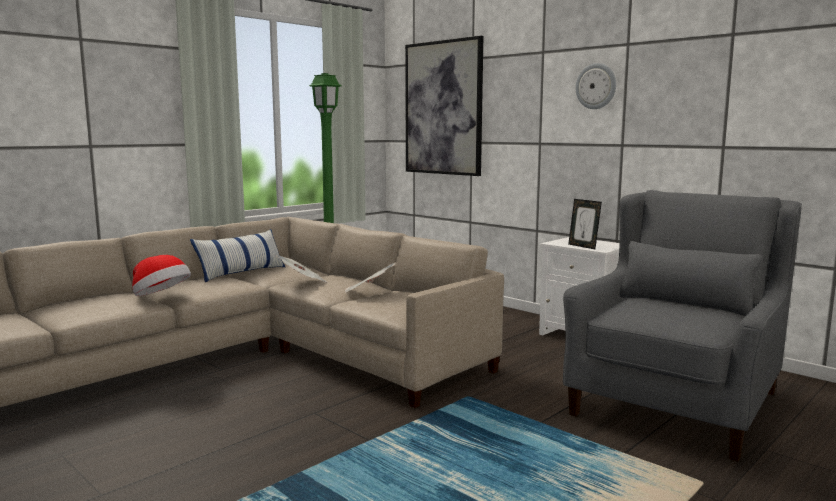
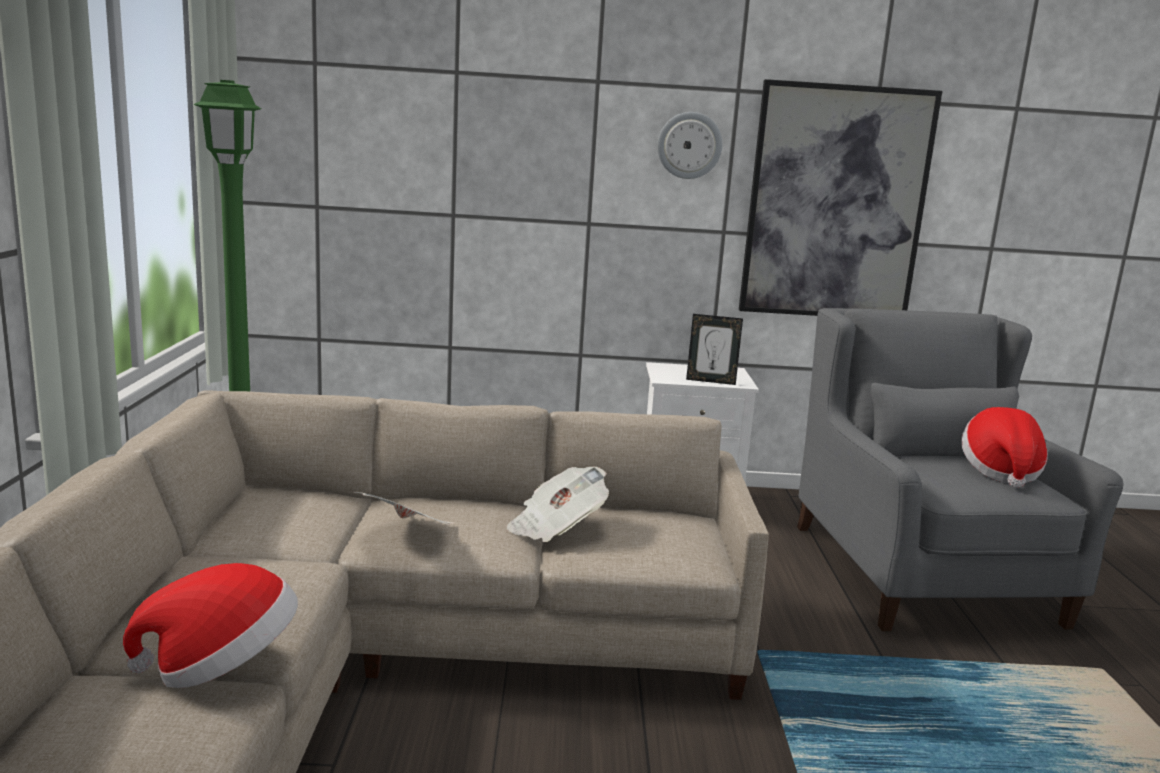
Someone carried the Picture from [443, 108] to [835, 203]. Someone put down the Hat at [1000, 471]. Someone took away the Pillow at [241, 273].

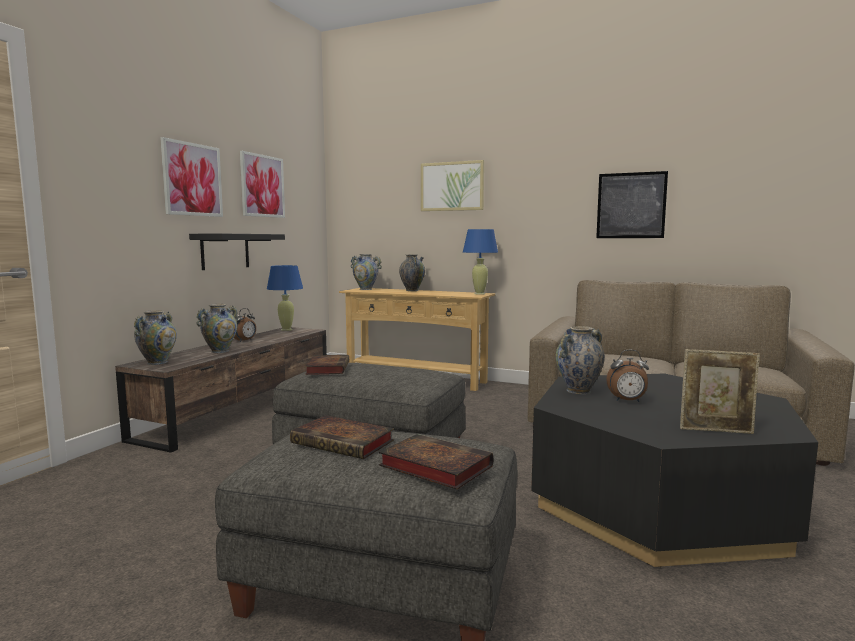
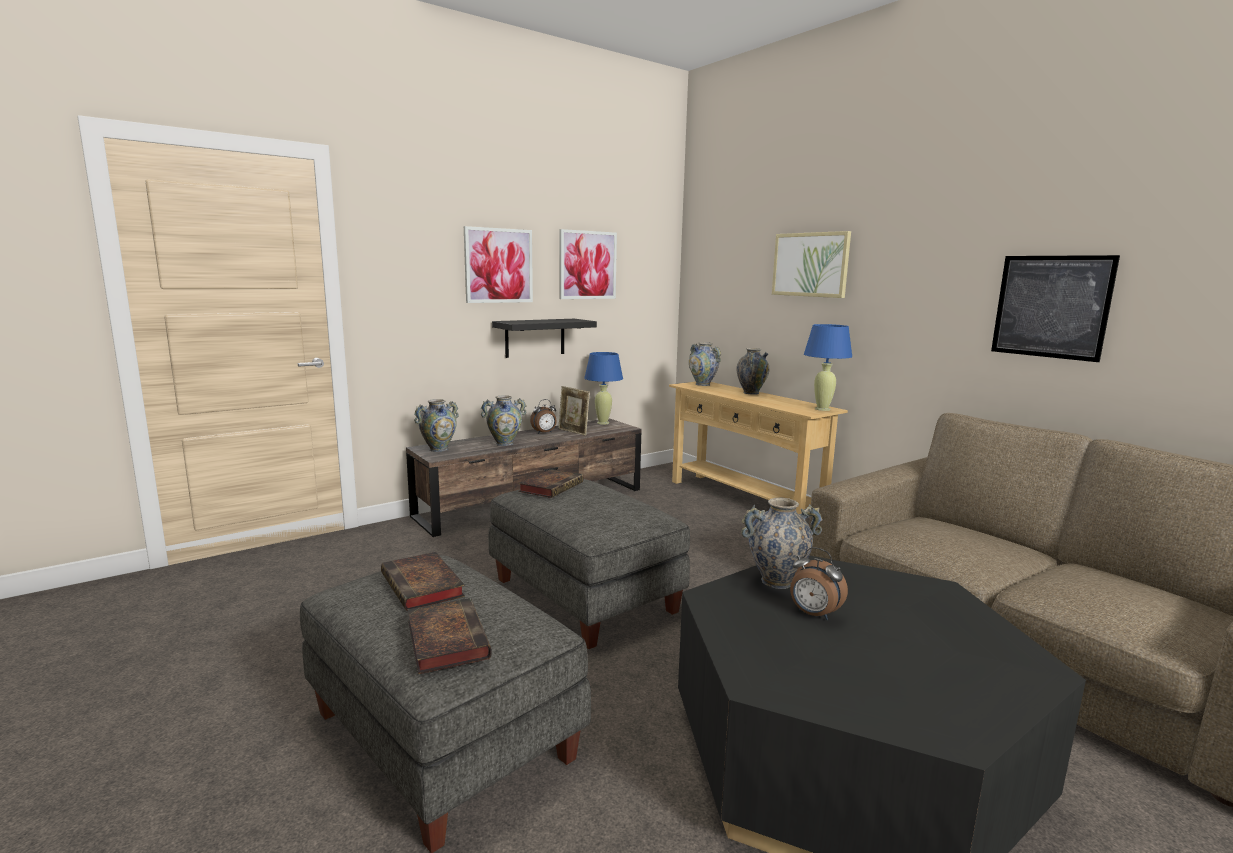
Someone carried the PictureFrame from [716, 430] to [573, 432].

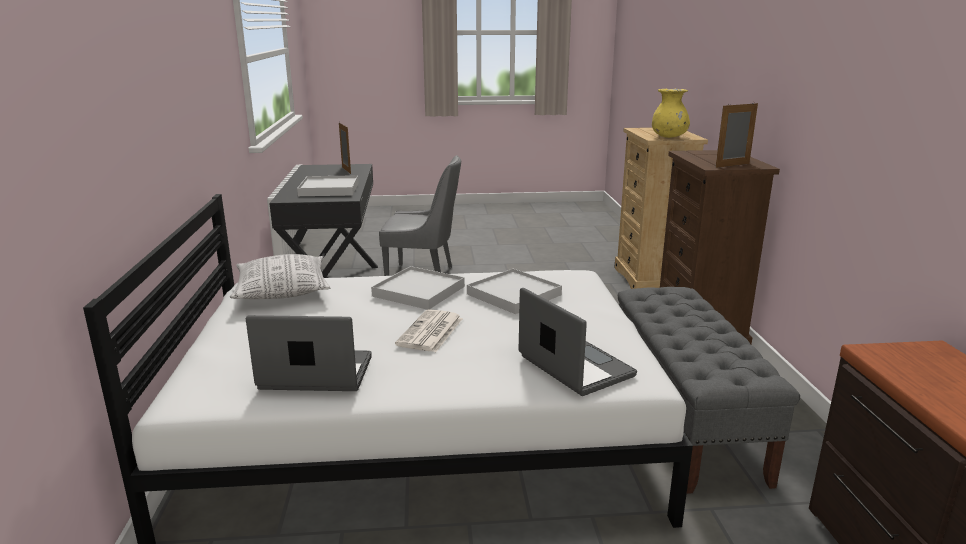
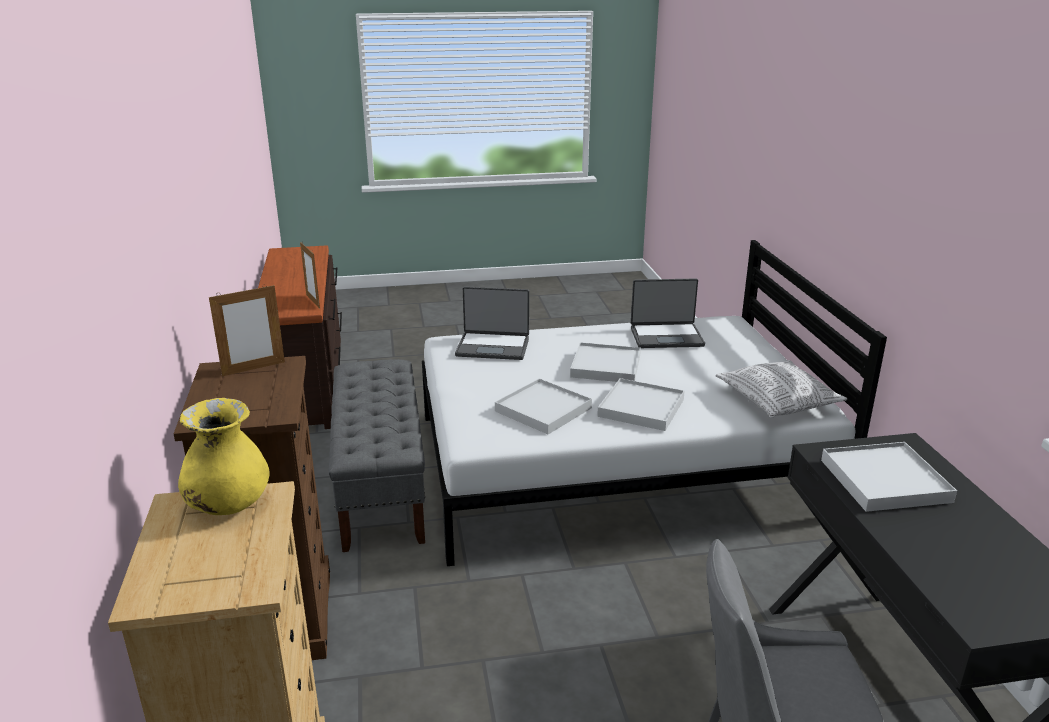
Someone carried the PictureFrame from [346, 170] to [313, 301]. Someone rotated the Laptop at [573, 367] by 45 degrees counterclockwise. Someone swapped the Newspaper at [430, 332] for the WhiteTray at [605, 366].

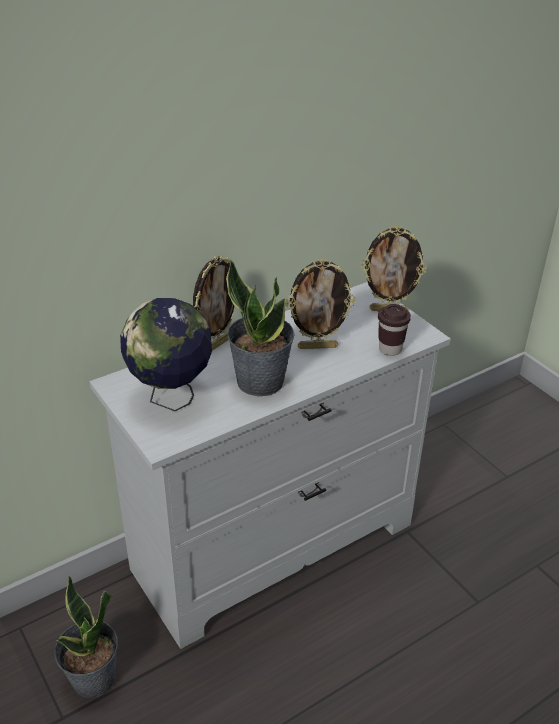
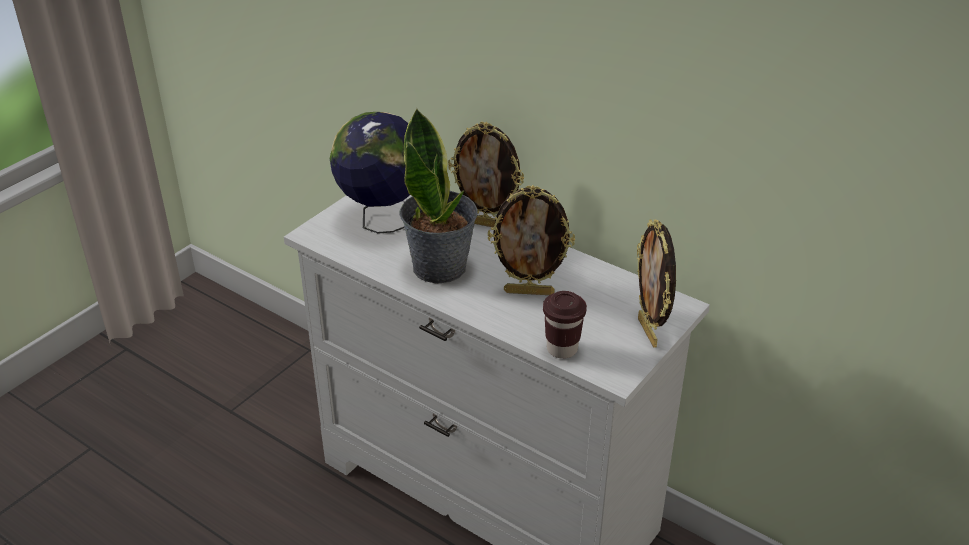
Someone rotated the PictureFrame at [317, 346] by 60 degrees counterclockwise. Someone took away the PottedPlant at [93, 679].

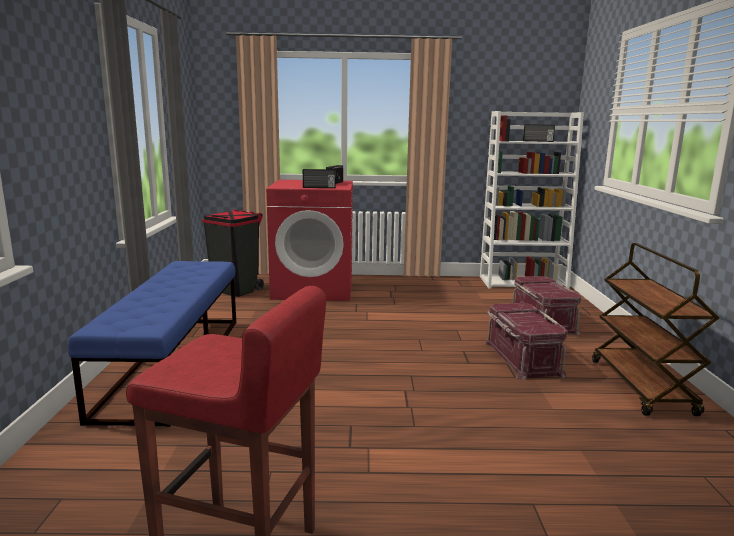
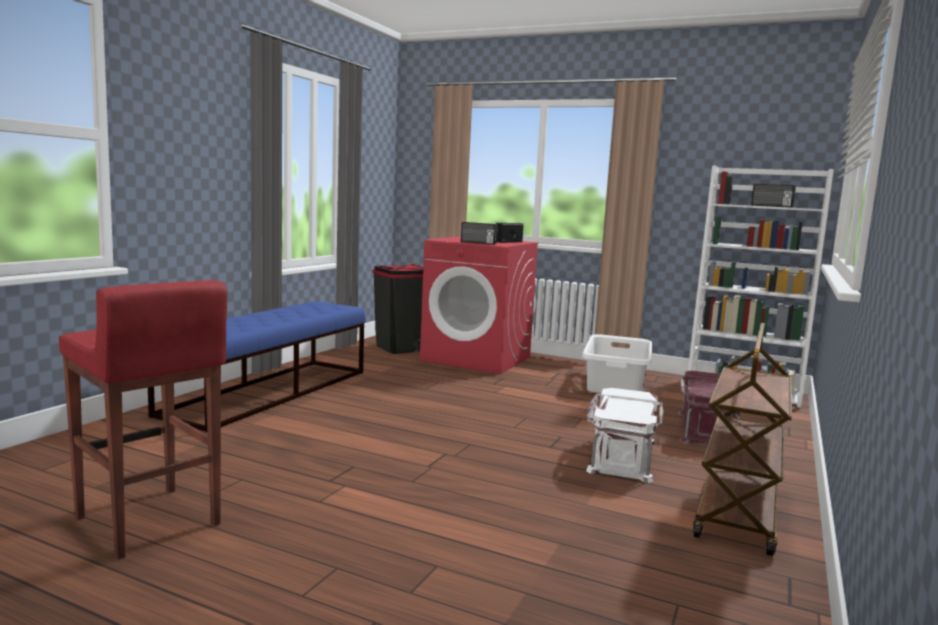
Someone put down the WhiteLaundryBasket at [616, 384]. Someone repainted the RedStorageBox at [521, 358], which became the WhiteStorageBox at [620, 456].

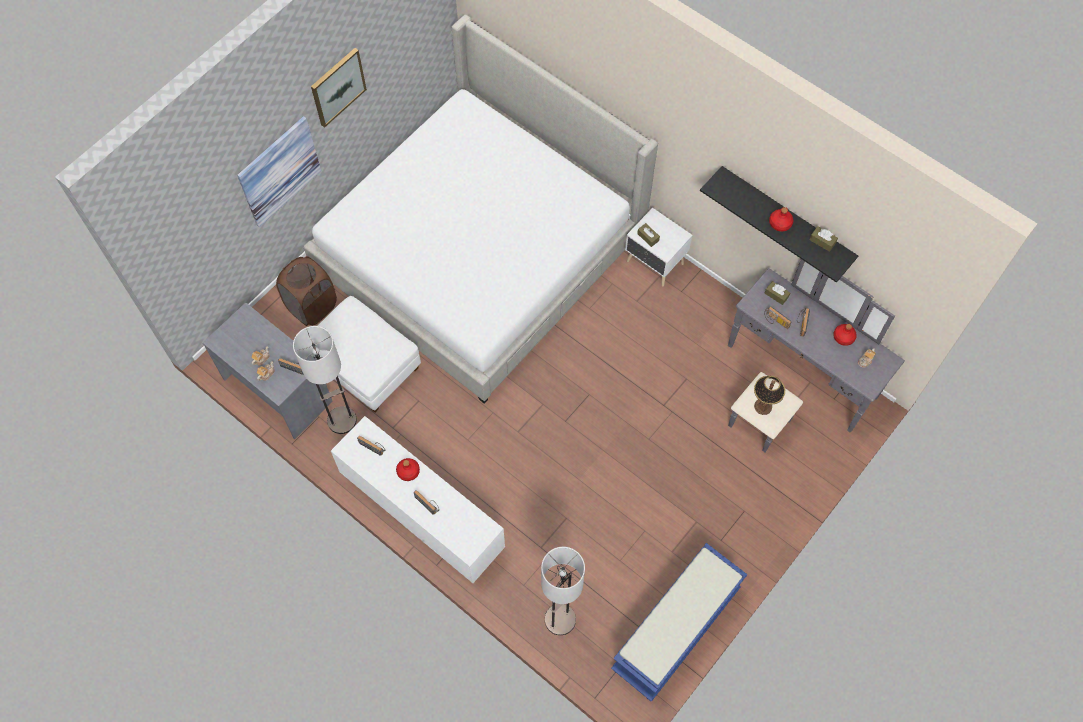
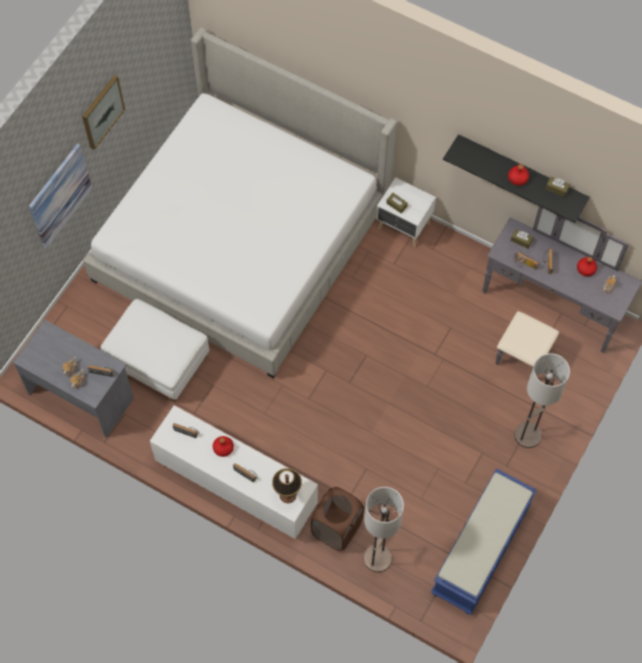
Someone carried the TableLamp from [762, 406] to [287, 495]. Someone carried the BrownLaundryBasket from [312, 306] to [336, 528]. Someone carried the FloorLamp from [342, 420] to [527, 435].

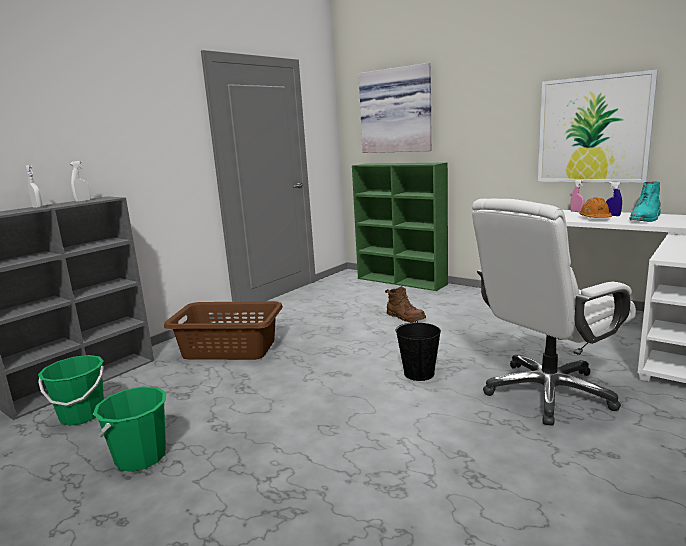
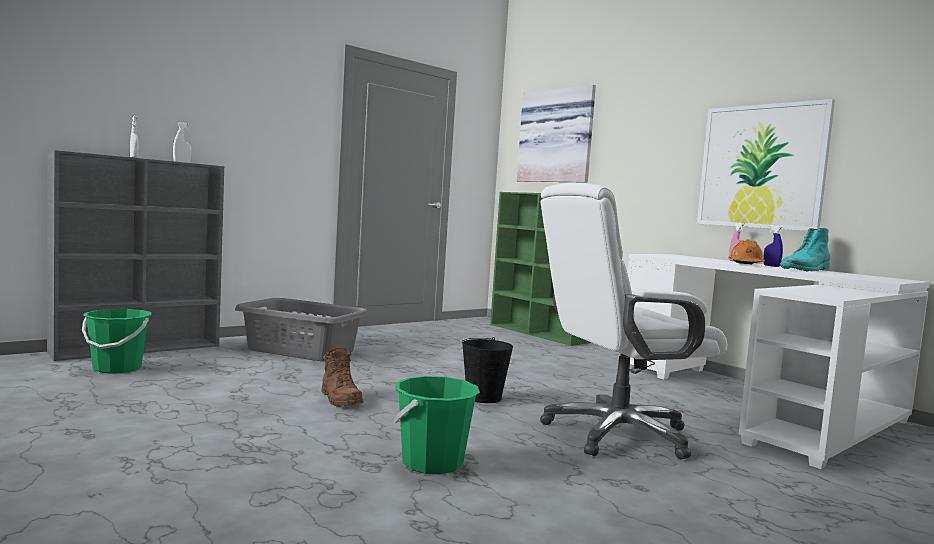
Someone repainted the BrownLaundryBasket at [229, 348], which became the GreyLaundryBasket at [301, 350]. Someone carried the BrownBoot from [405, 317] to [340, 399]. Someone carried the GreenBucket from [141, 457] to [432, 463].

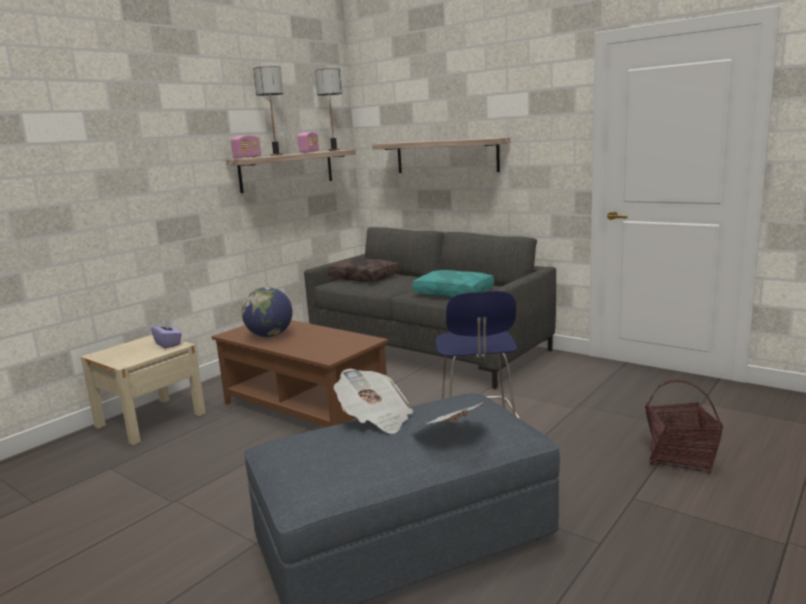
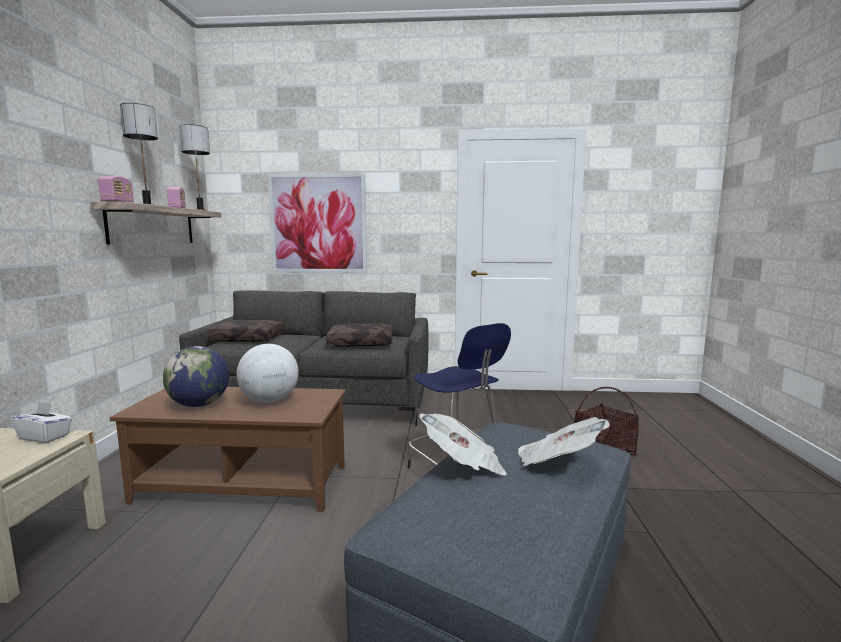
Someone repainted the PurpleTissueBox at [168, 344], which became the WhiteTissueBox at [45, 437]. Someone put down the Globe at [269, 401]. Someone swapped the Shelf at [446, 156] for the Picture at [318, 224]. Someone repainted the TurquoisePillow at [454, 292], which became the BrownPillow at [361, 343].

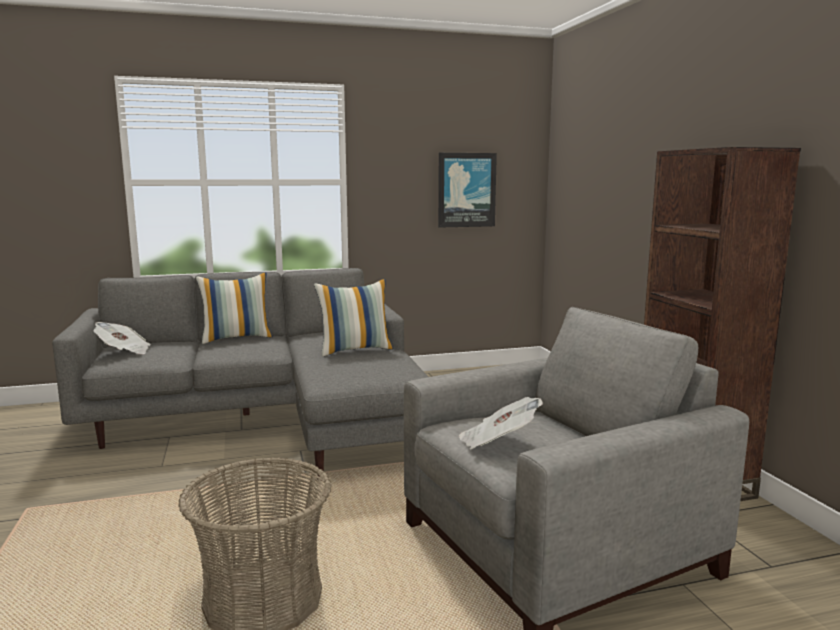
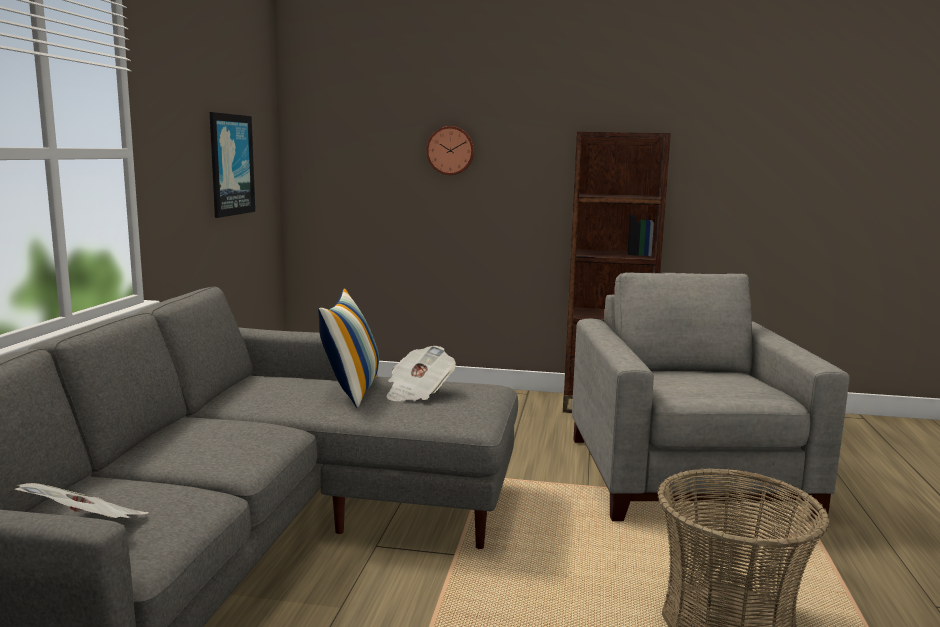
Someone carried the Newspaper from [497, 443] to [418, 392]. Someone put up the WallClock at [450, 150]. Someone took away the Pillow at [237, 338].

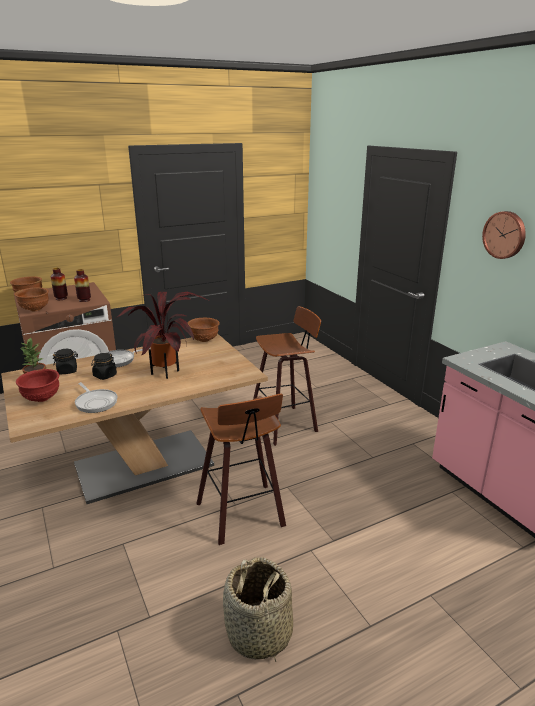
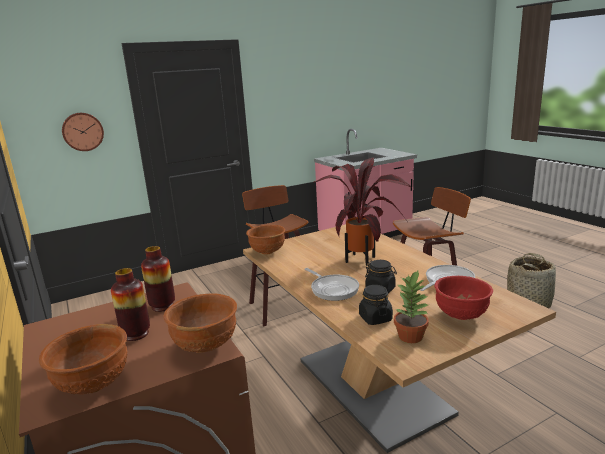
Someone carried the WallClock from [505, 235] to [82, 131].

